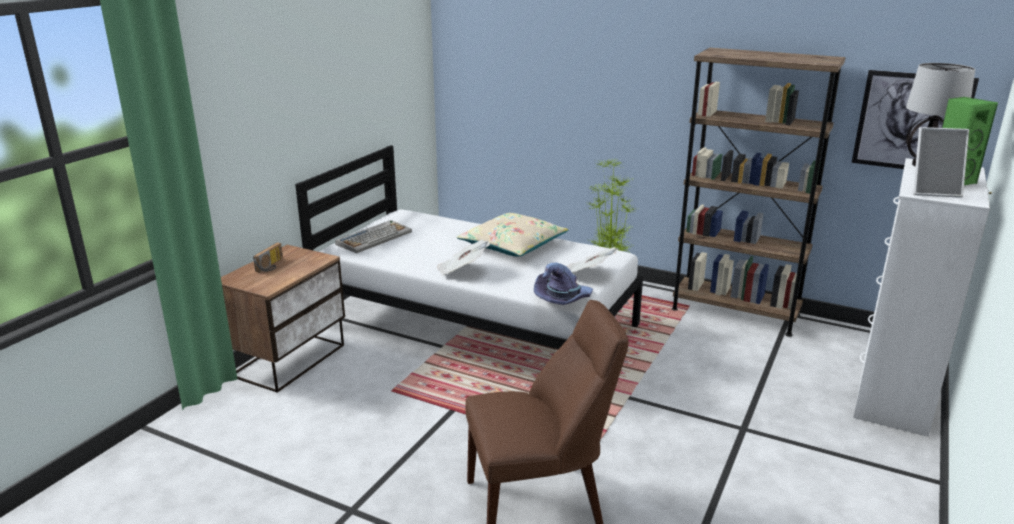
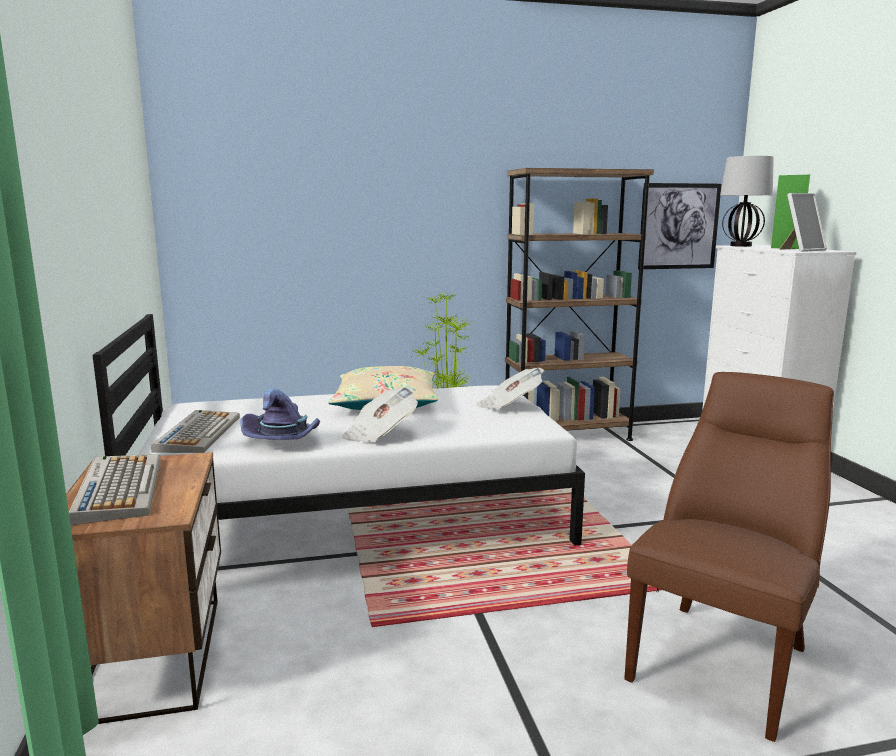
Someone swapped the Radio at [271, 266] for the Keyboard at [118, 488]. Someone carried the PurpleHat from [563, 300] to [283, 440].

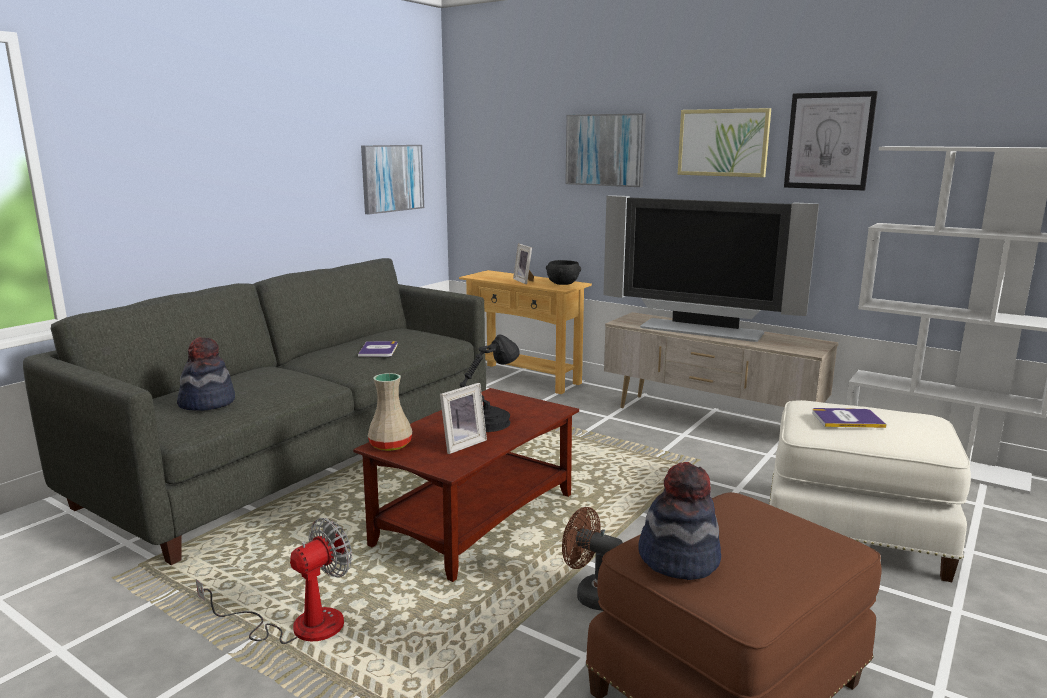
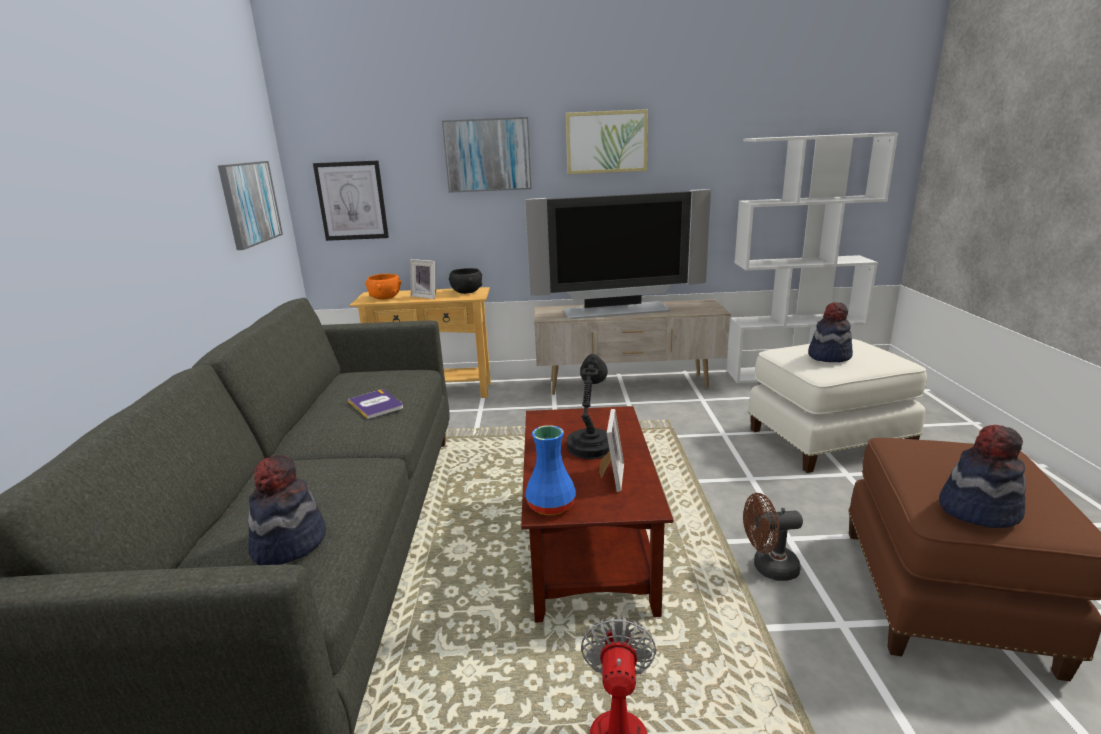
Someone carried the Picture from [829, 141] to [352, 201]. Someone put down the OrangeBowl at [385, 298]. Someone repainted the BeigeVase at [391, 445], which became the BlueVase at [551, 505]. Someone swapped the Book at [847, 419] for the Hat at [828, 356].

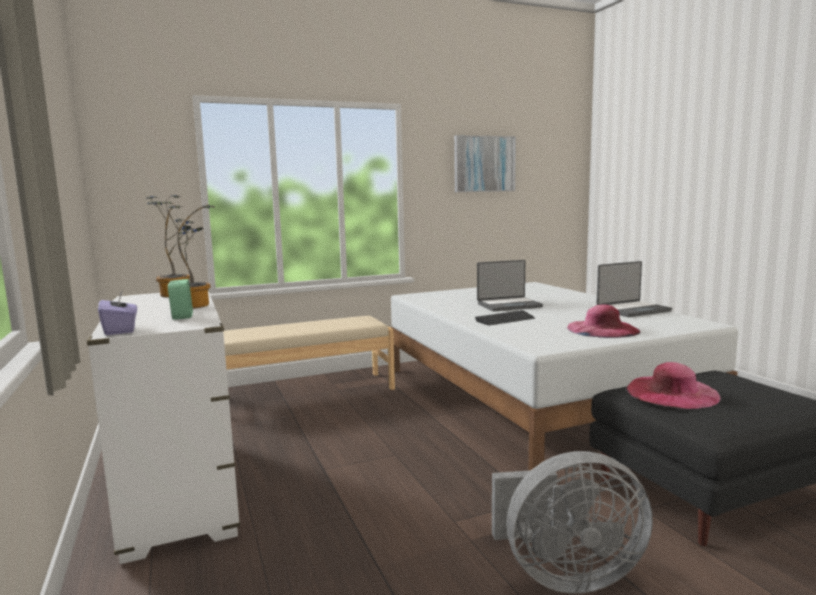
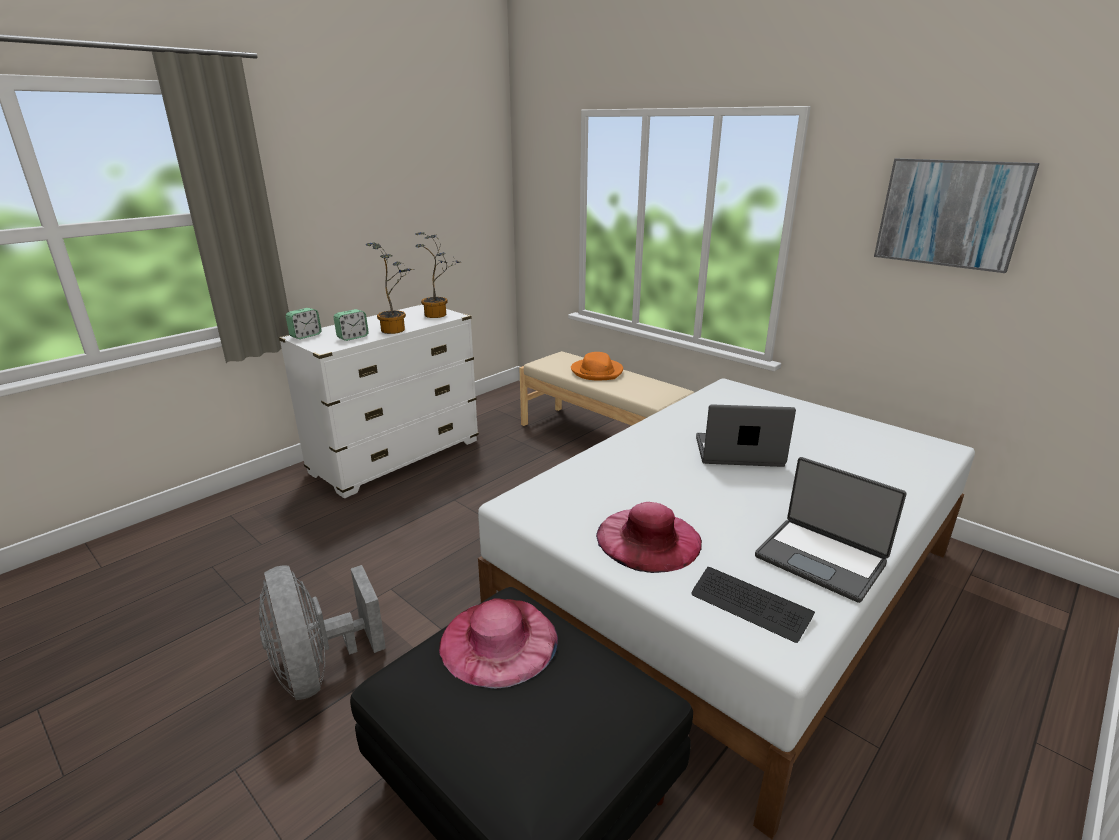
Someone swapped the PurpleTissueBox at [120, 330] for the AlarmClock at [305, 336]. Someone put down the OrangeHat at [597, 372]. Someone carried the Keyboard from [505, 319] to [750, 605]. Someone rotated the Laptop at [508, 305] by 135 degrees clockwise.

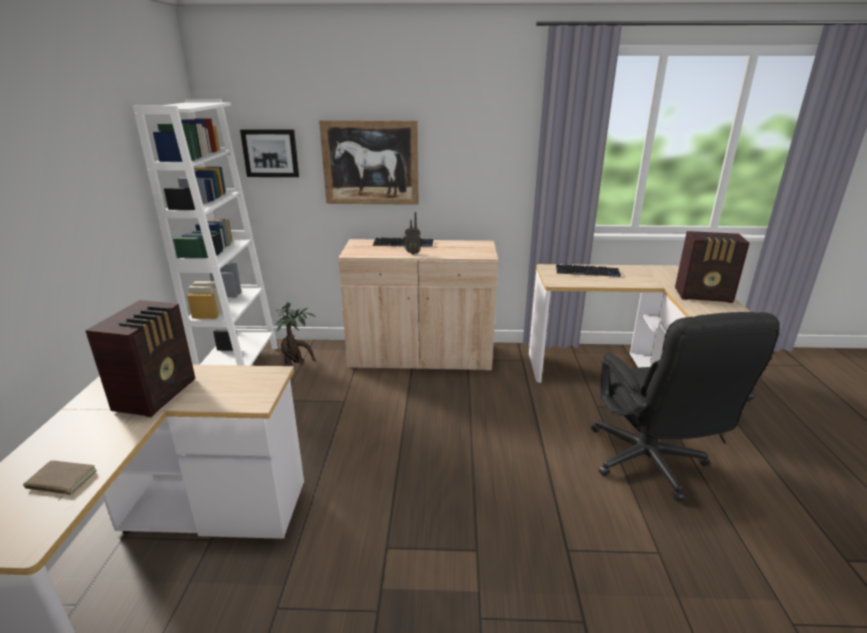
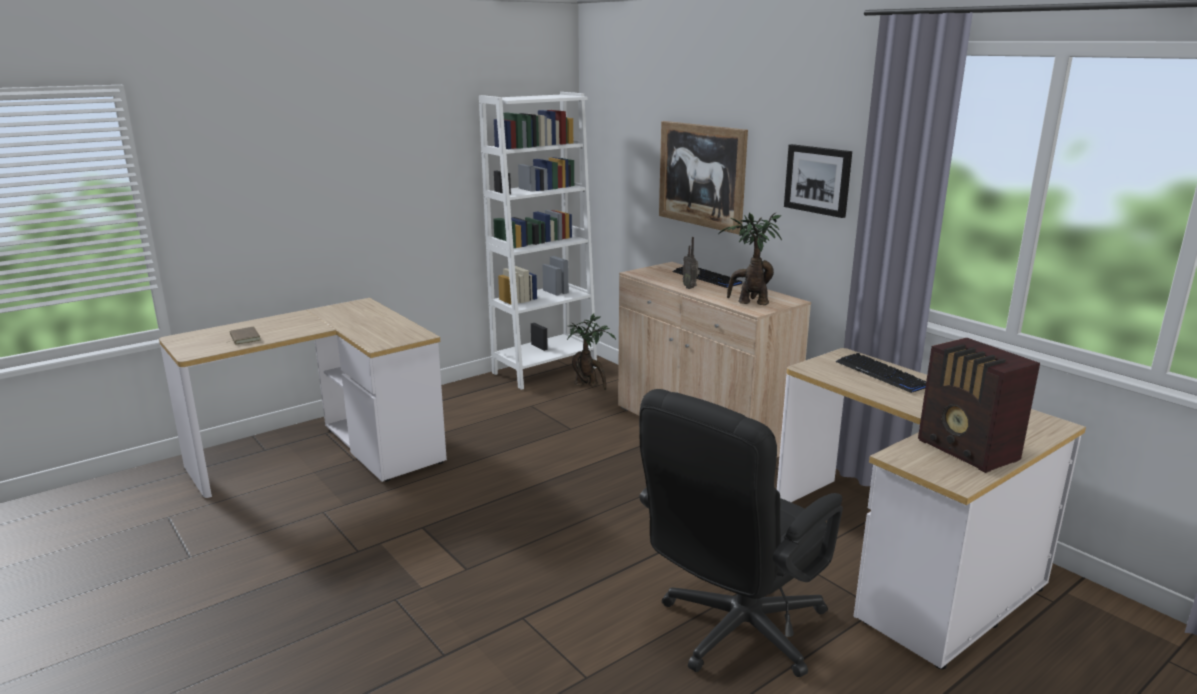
Someone put down the PottedPlant at [749, 302]. Someone carried the Picture from [270, 153] to [818, 180]. Someone took away the Radio at [158, 394].

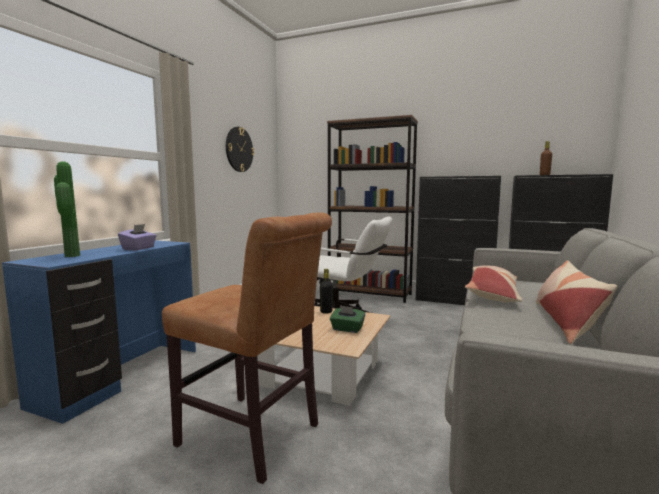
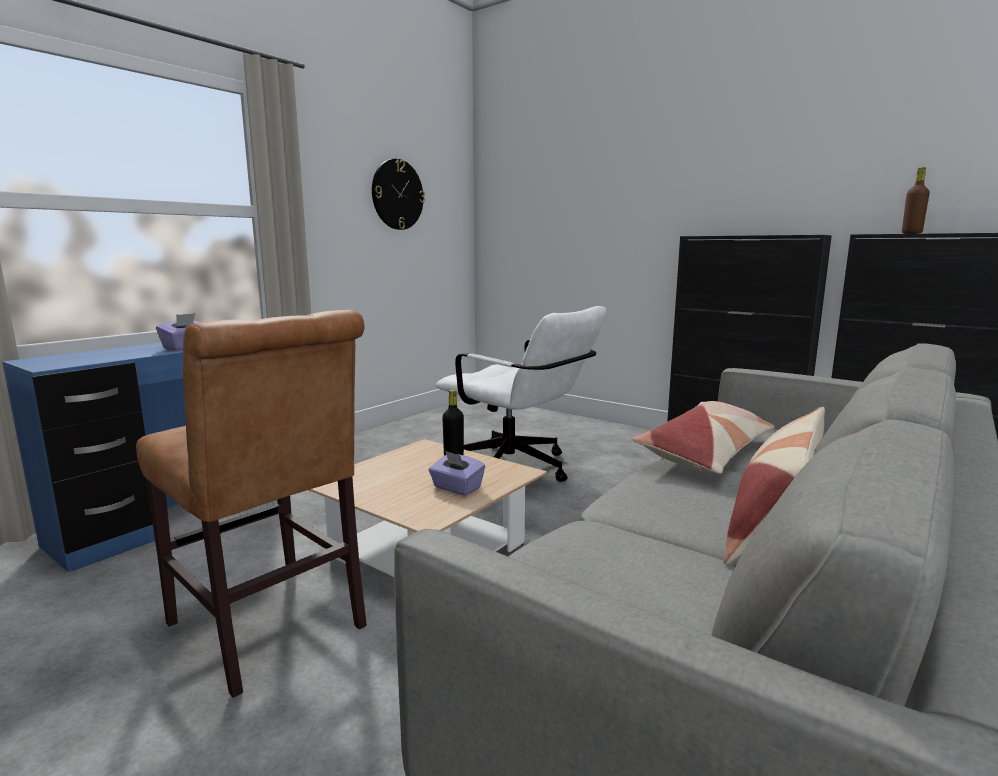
Someone repainted the GreenTissueBox at [347, 329], which became the PurpleTissueBox at [456, 488]. Someone took away the PottedPlant at [69, 256]. Someone took away the BrownBookcase at [370, 294].

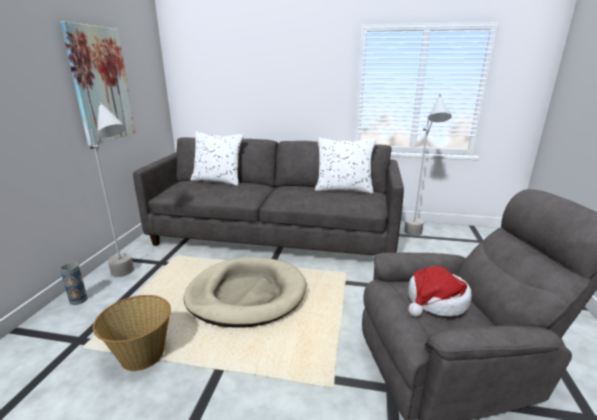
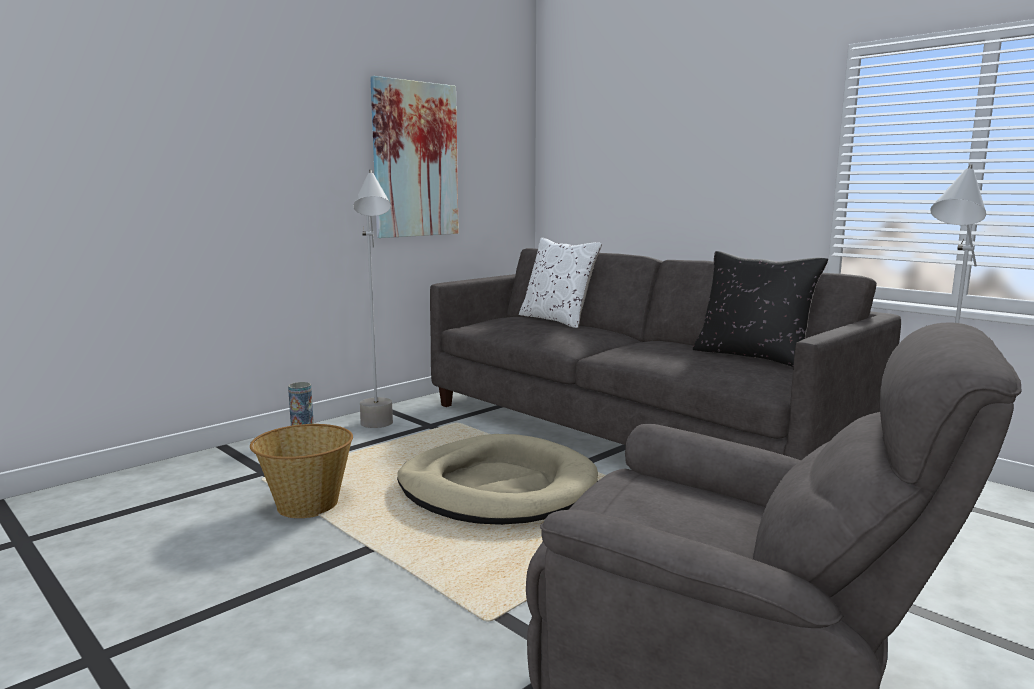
Someone repainted the WhitePillow at [343, 189], which became the BlackPillow at [753, 356]. Someone took away the Hat at [436, 301].

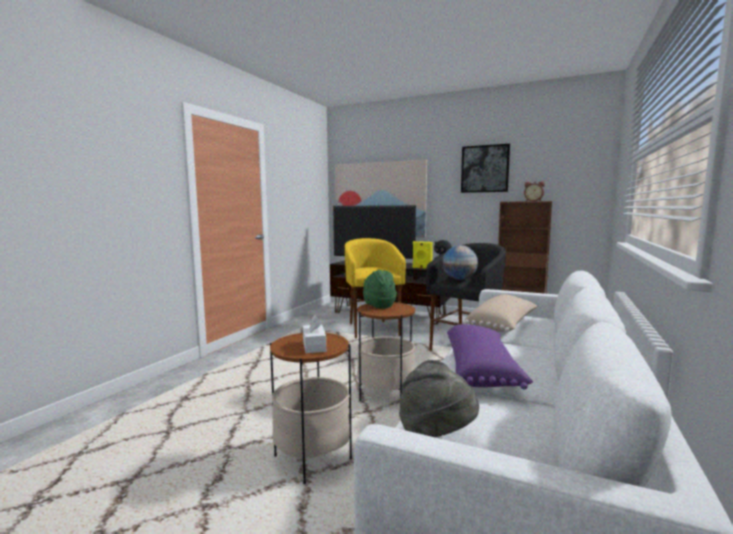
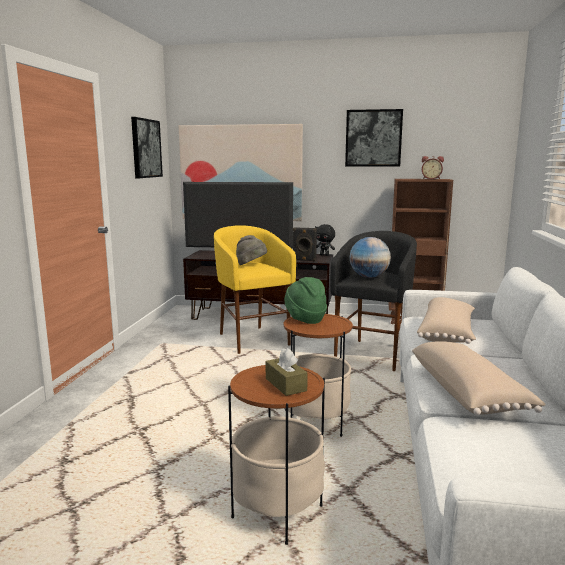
Someone put up the Picture at [146, 148]. Someone carried the GreyHat from [436, 436] to [251, 265]. Someone repainted the WhiteTissueBox at [314, 346], which became the BrownTissueBox at [285, 384]. Someone repainted the YellowSpeaker at [422, 268], which became the BlackSpeaker at [304, 260]. Someone repainted the PurplePillow at [481, 371], which became the BeigePillow at [468, 393].

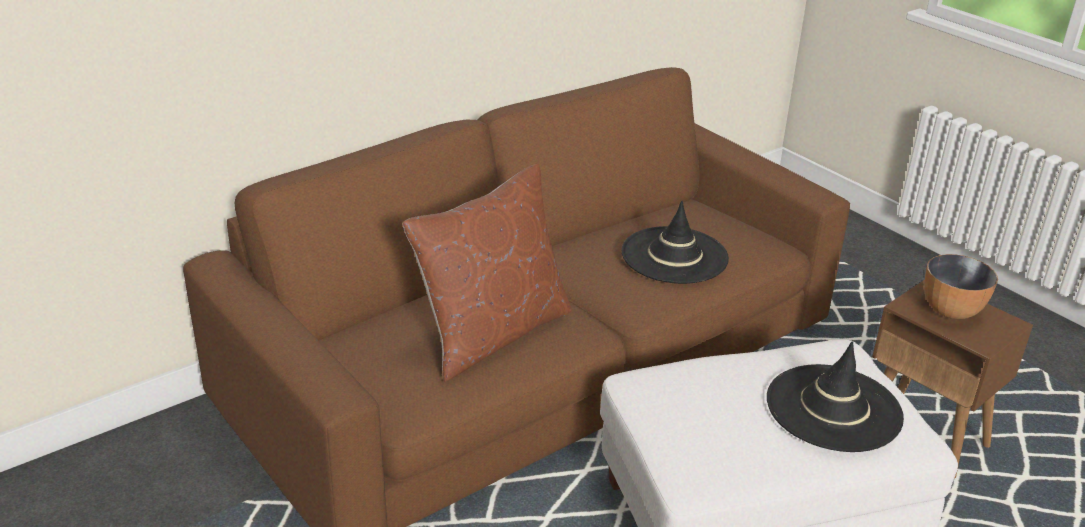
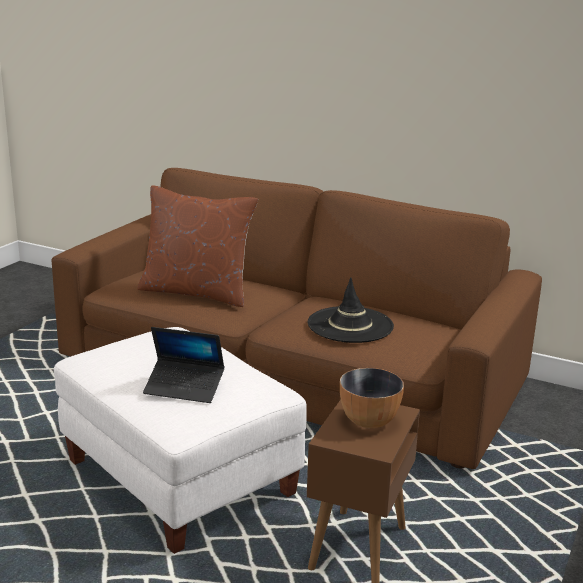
Someone swapped the BlackHat at [833, 408] for the Laptop at [184, 388].

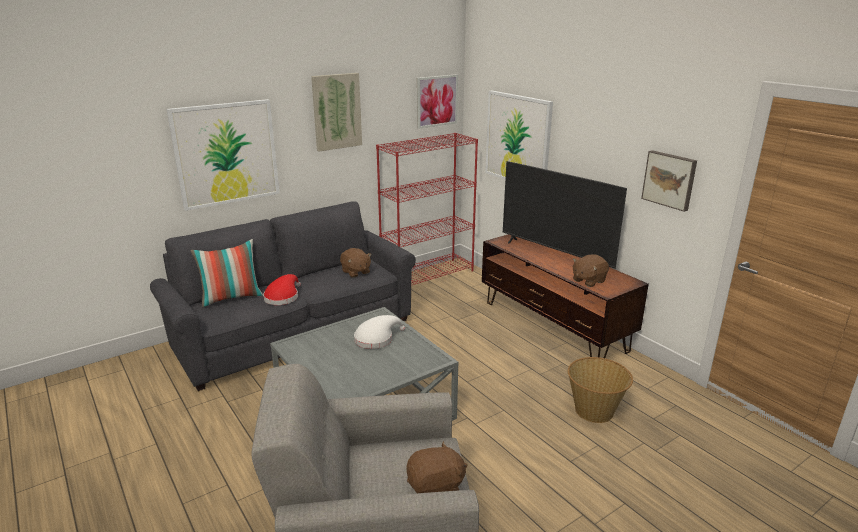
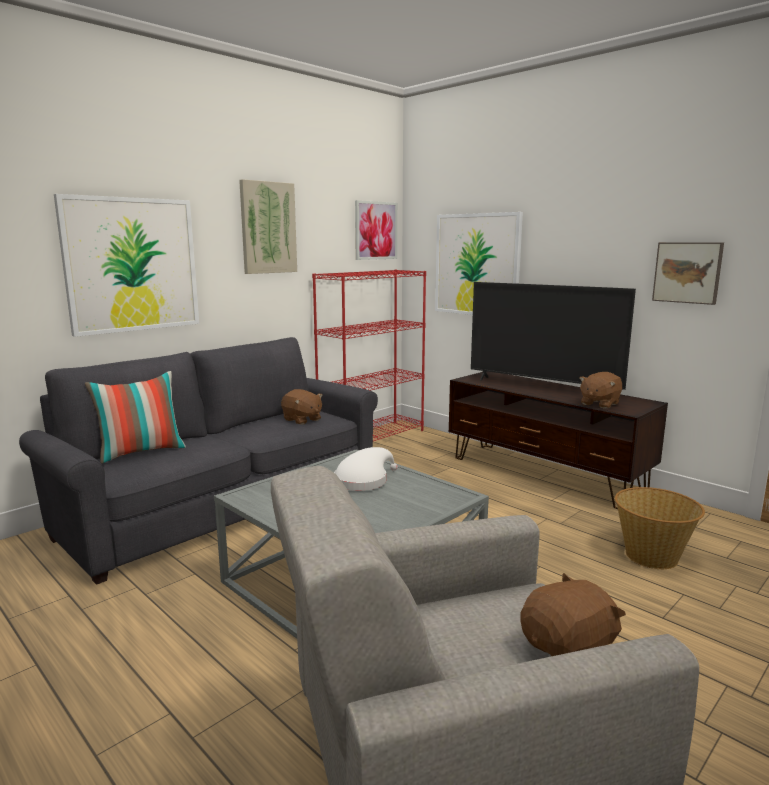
Someone took away the RedHat at [283, 297].

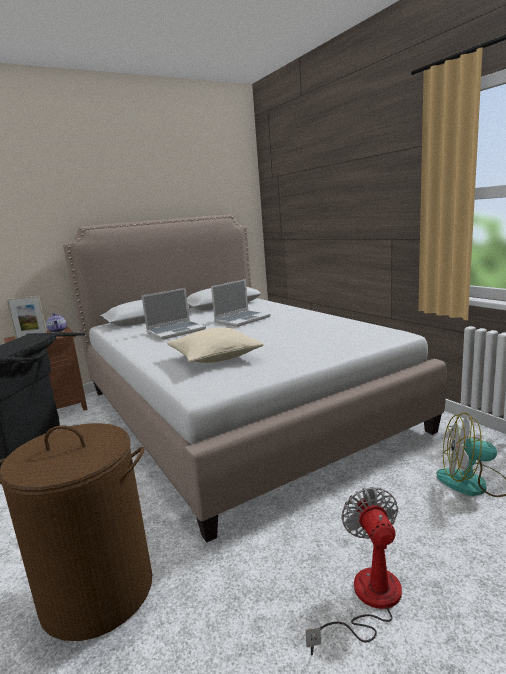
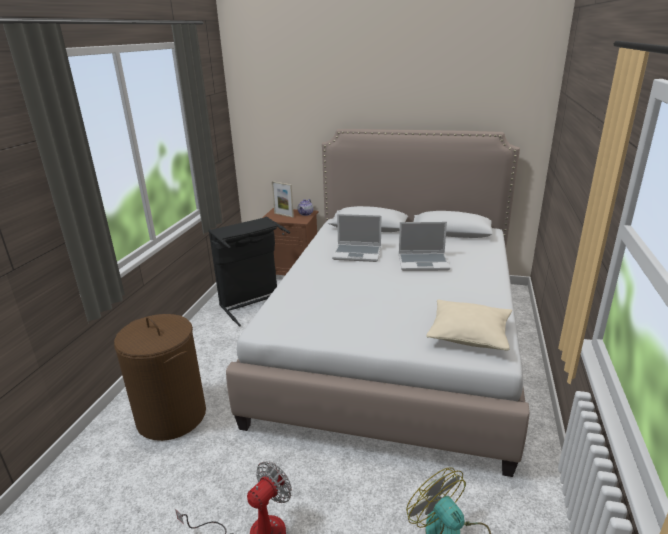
Someone carried the BeigePillow from [215, 357] to [469, 334].

